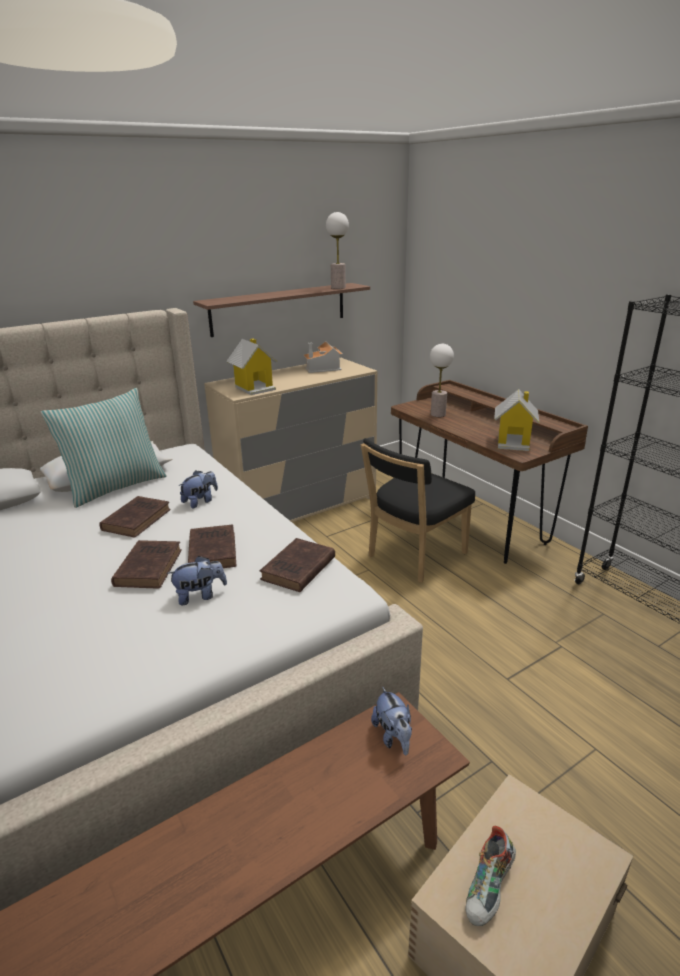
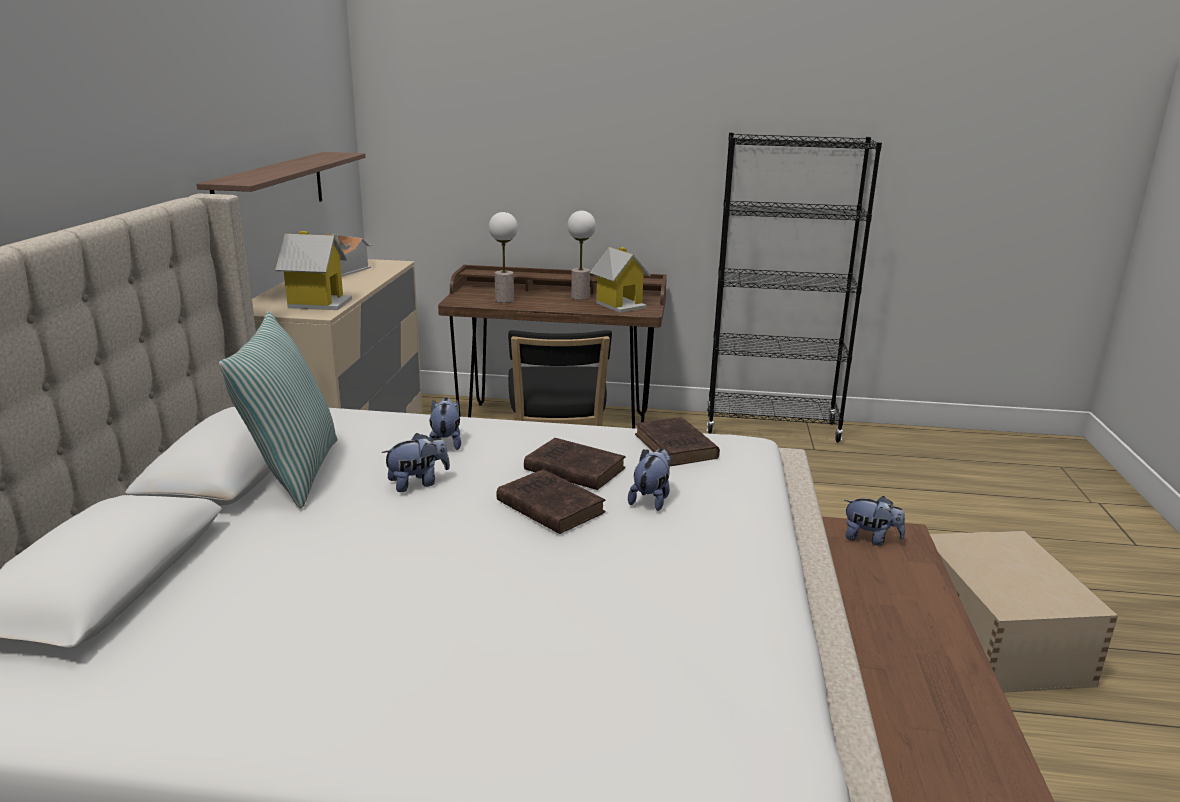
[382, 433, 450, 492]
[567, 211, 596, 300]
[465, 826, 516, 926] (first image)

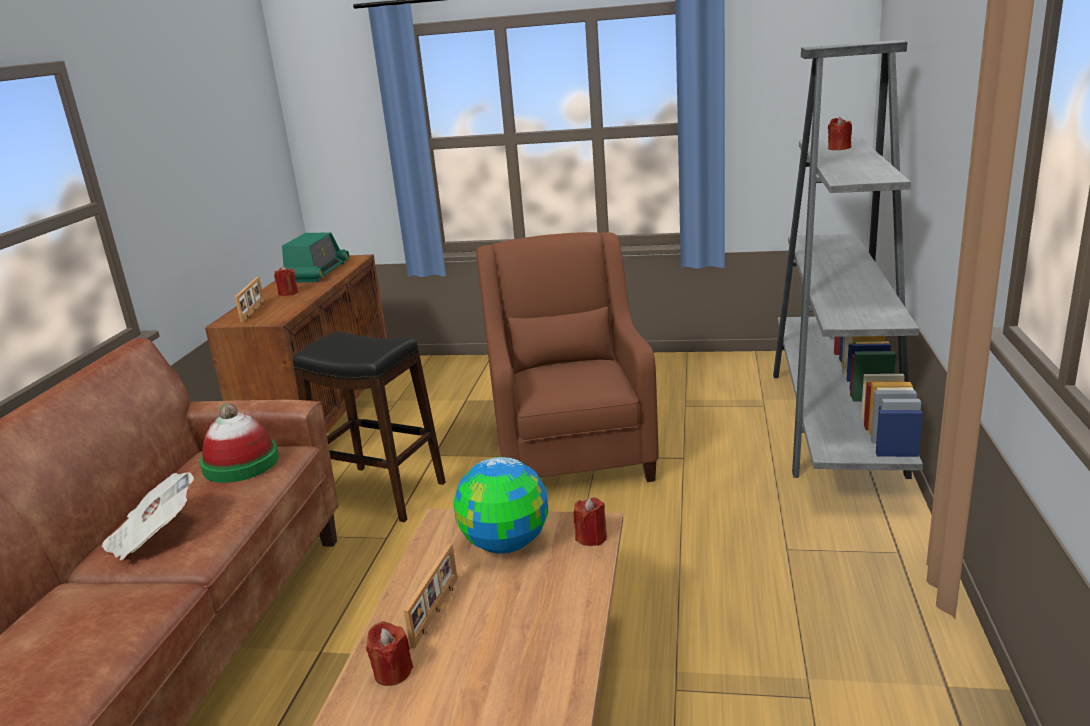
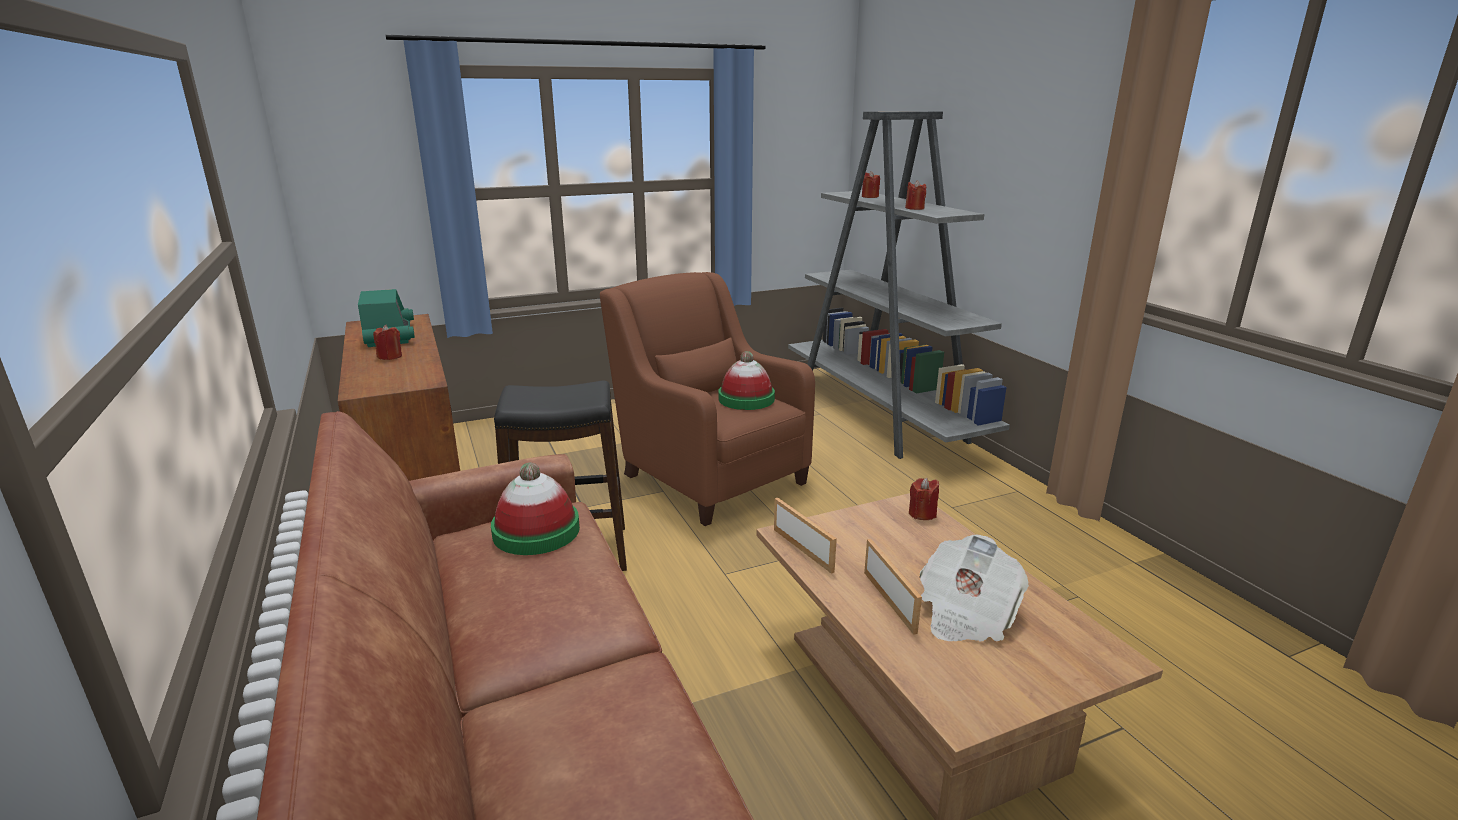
[919, 534, 1029, 642]
[774, 498, 837, 574]
[905, 180, 926, 210]
[453, 457, 548, 554] (first image)
[719, 351, 775, 410]

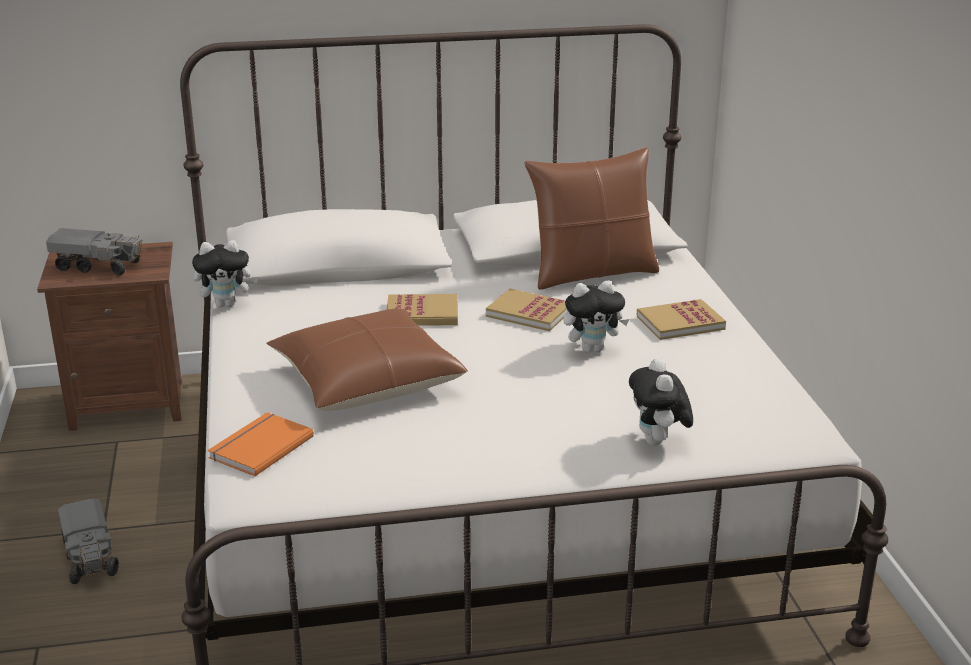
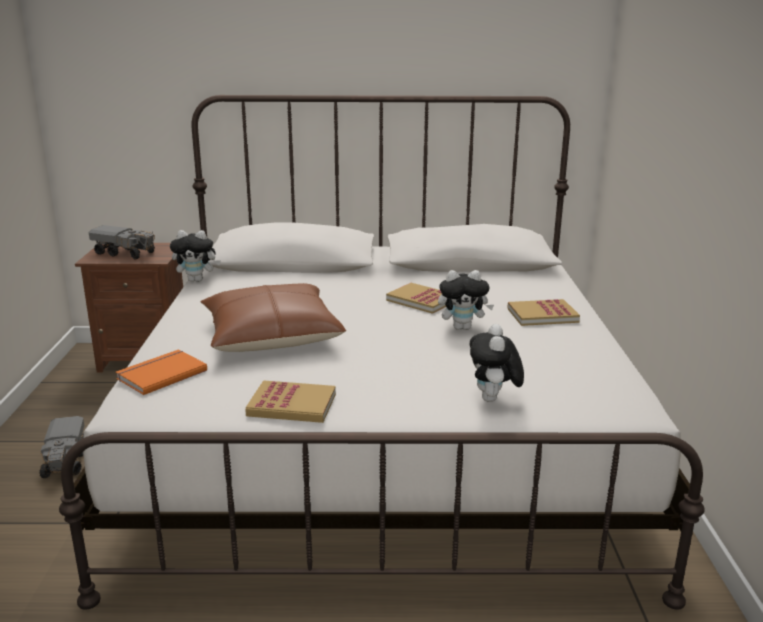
[245, 380, 336, 423]
[524, 147, 659, 290] (first image)

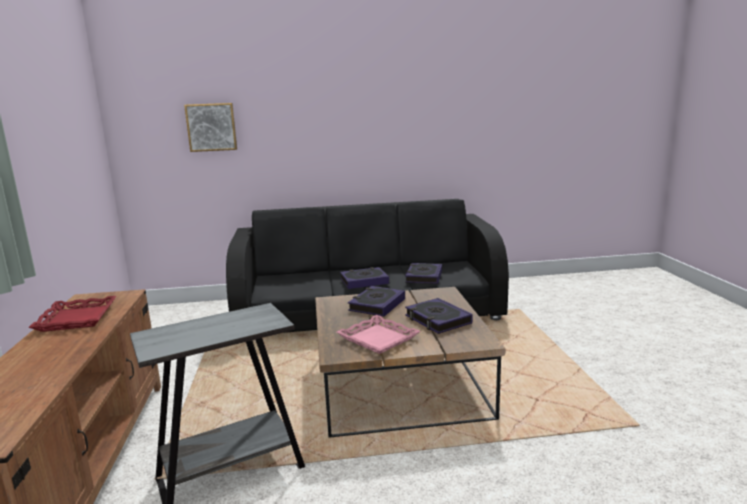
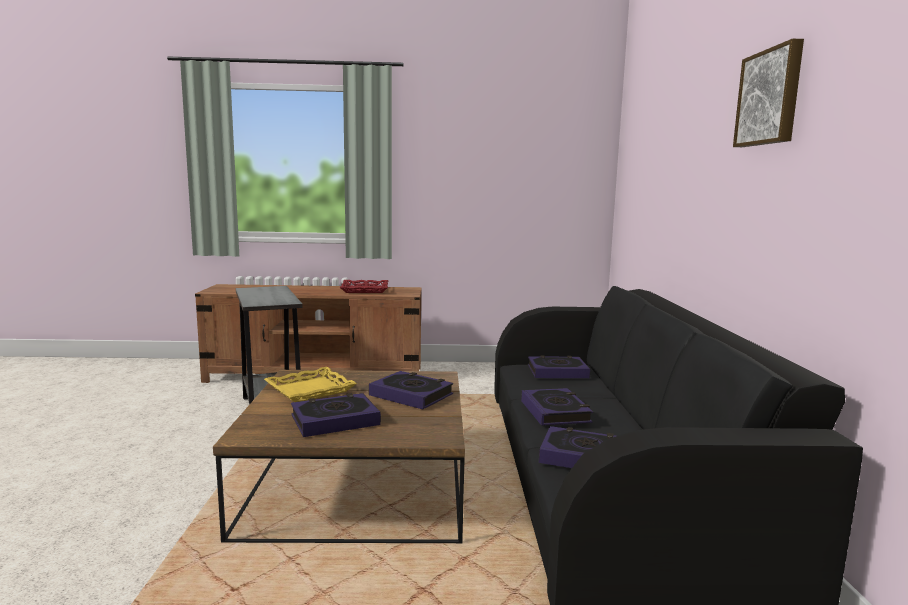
[733, 39, 804, 147]
[264, 367, 357, 402]
[528, 355, 590, 378]

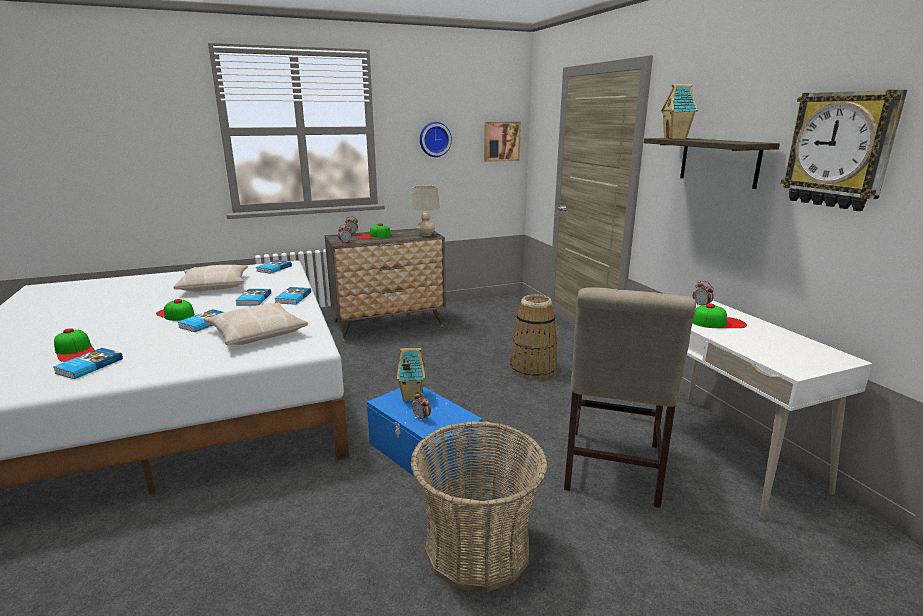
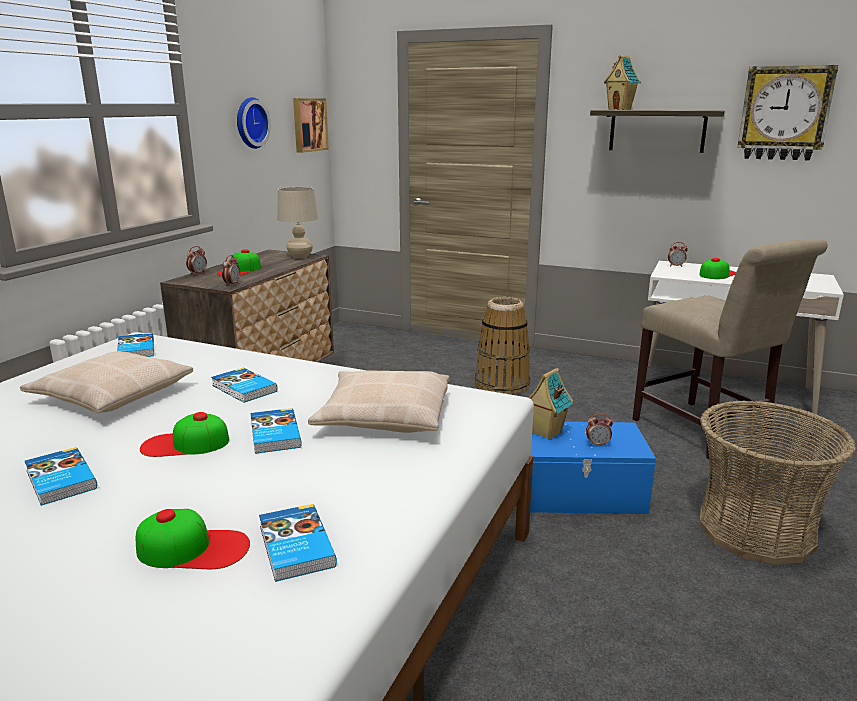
[25, 447, 97, 506]

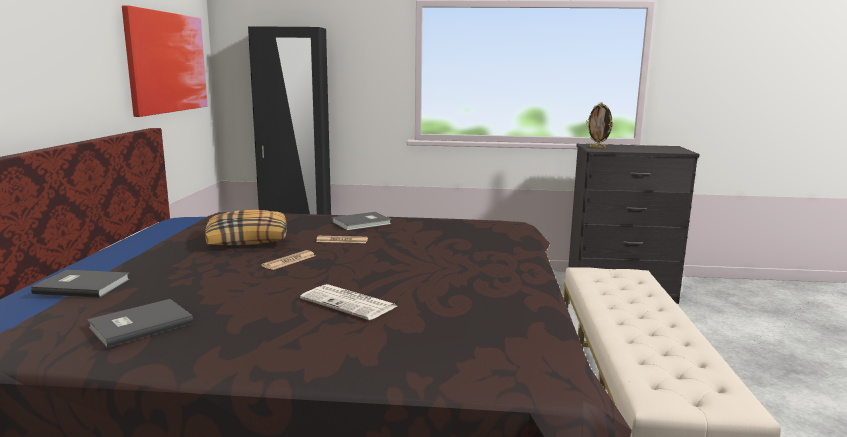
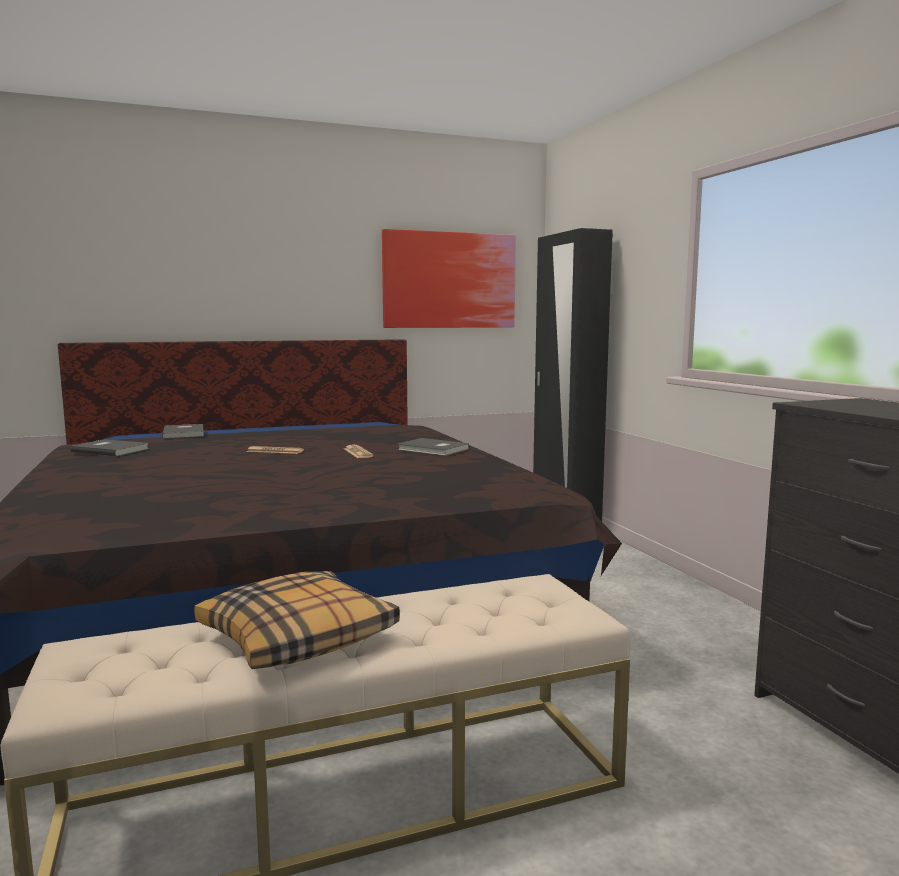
[194, 571, 400, 669]
[300, 284, 397, 320] (first image)
[586, 102, 613, 149] (first image)

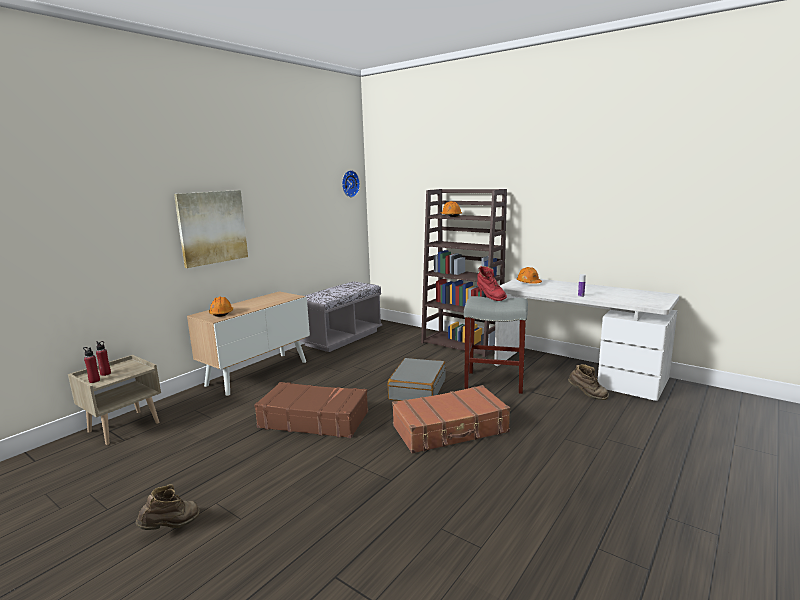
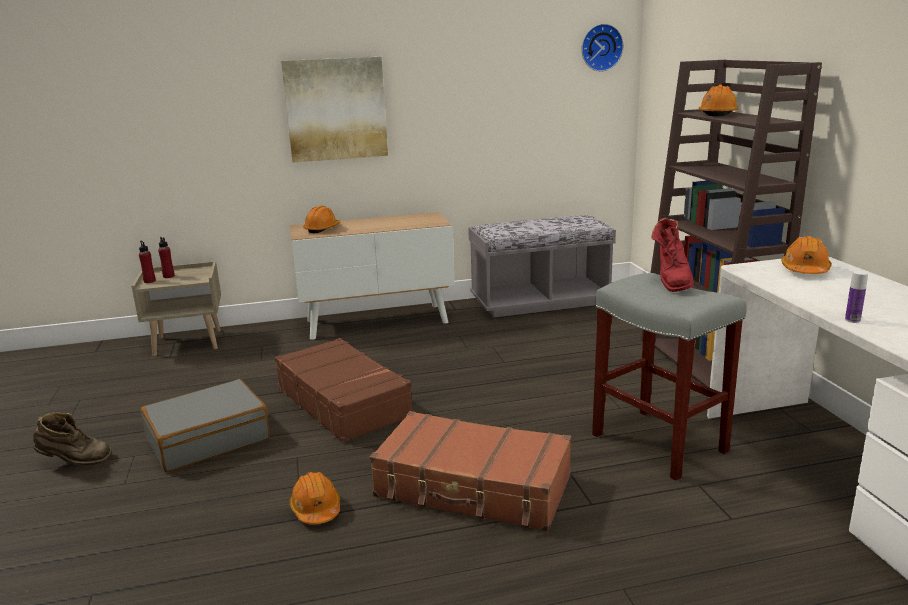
[141, 379, 270, 472]
[568, 364, 609, 400] (first image)
[290, 472, 340, 524]

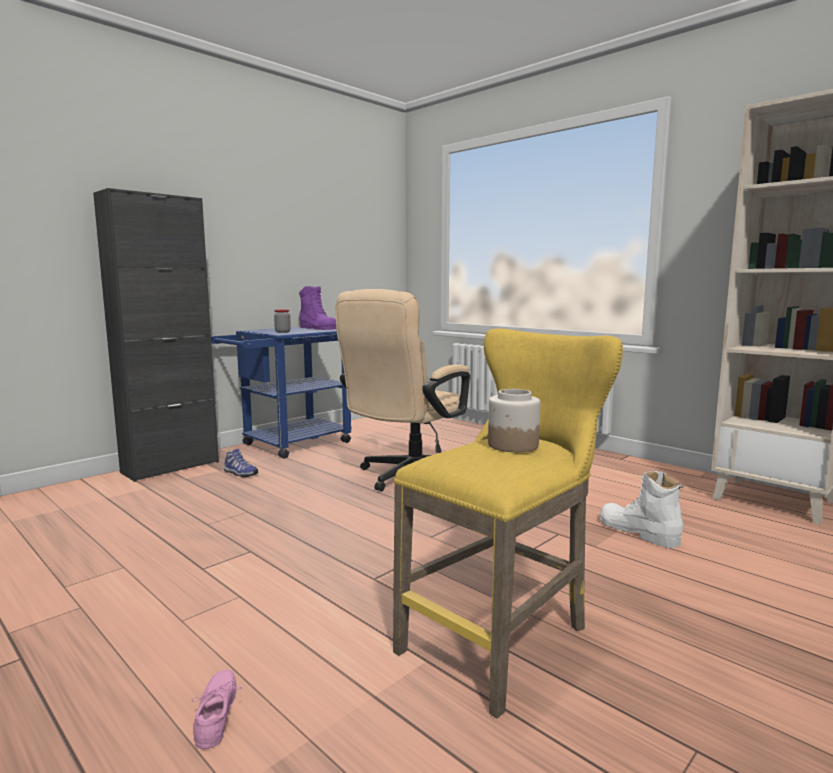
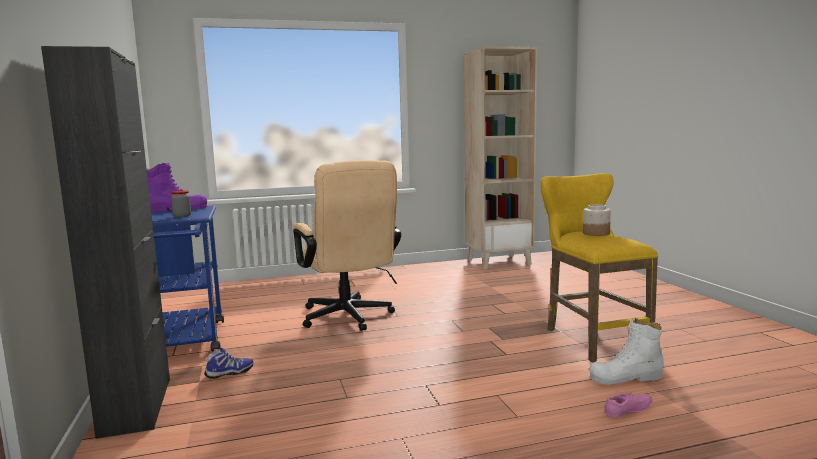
[605, 391, 653, 418]
[589, 318, 664, 385]

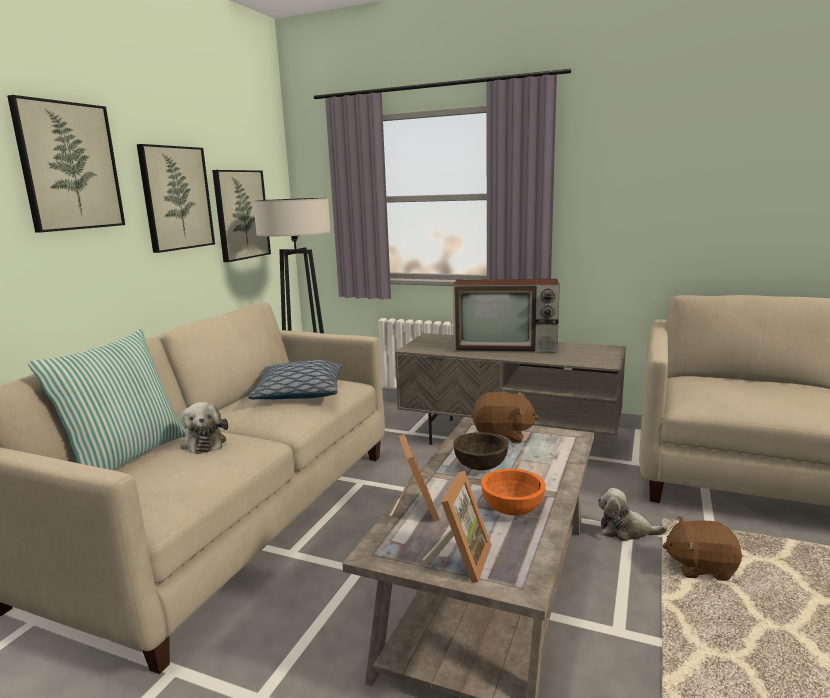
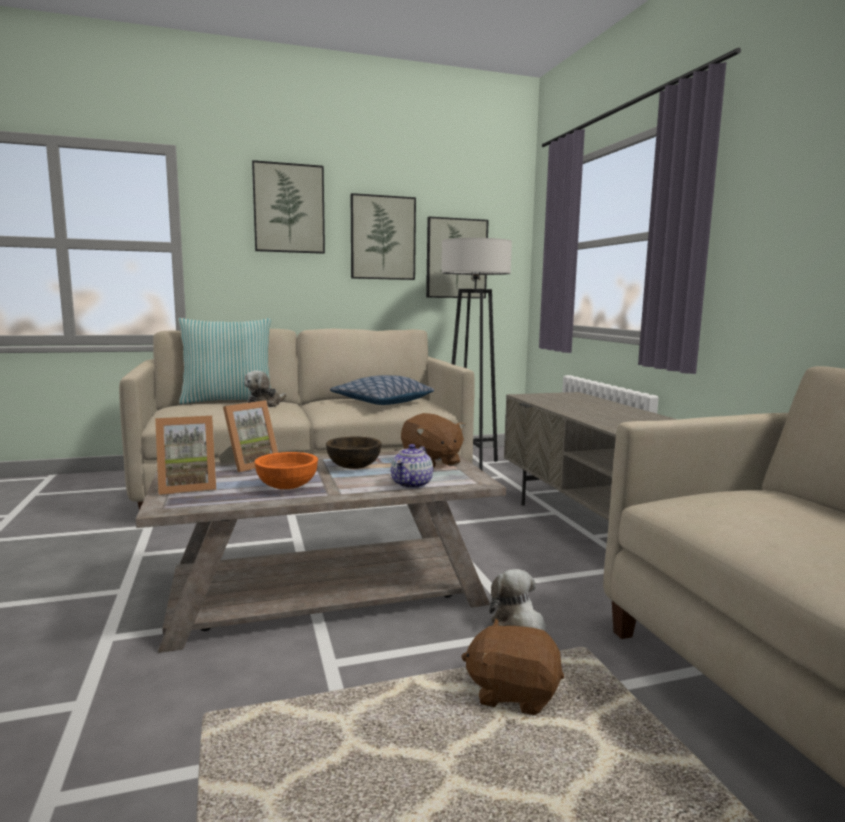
[453, 279, 560, 353] (first image)
[461, 618, 564, 715]
[391, 444, 433, 489]

